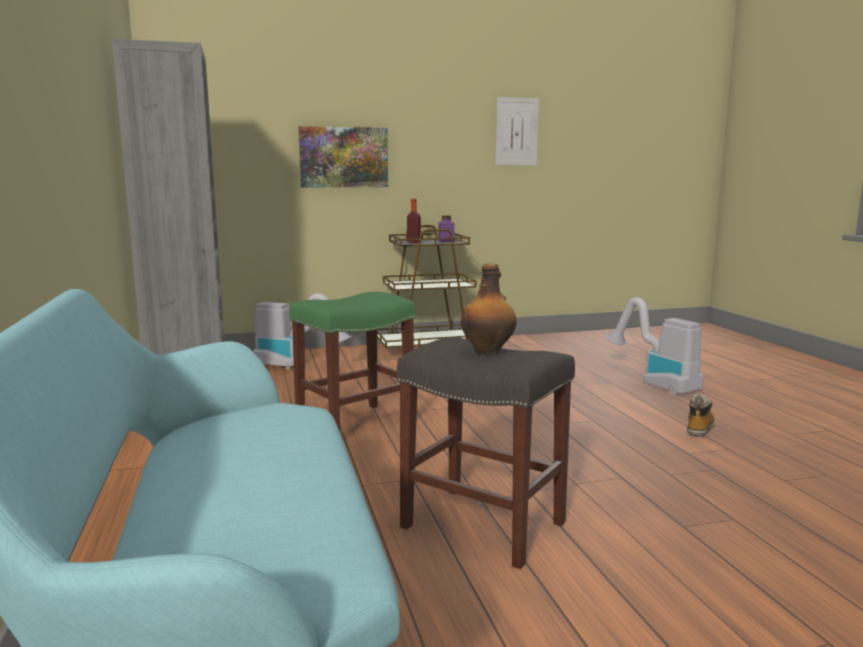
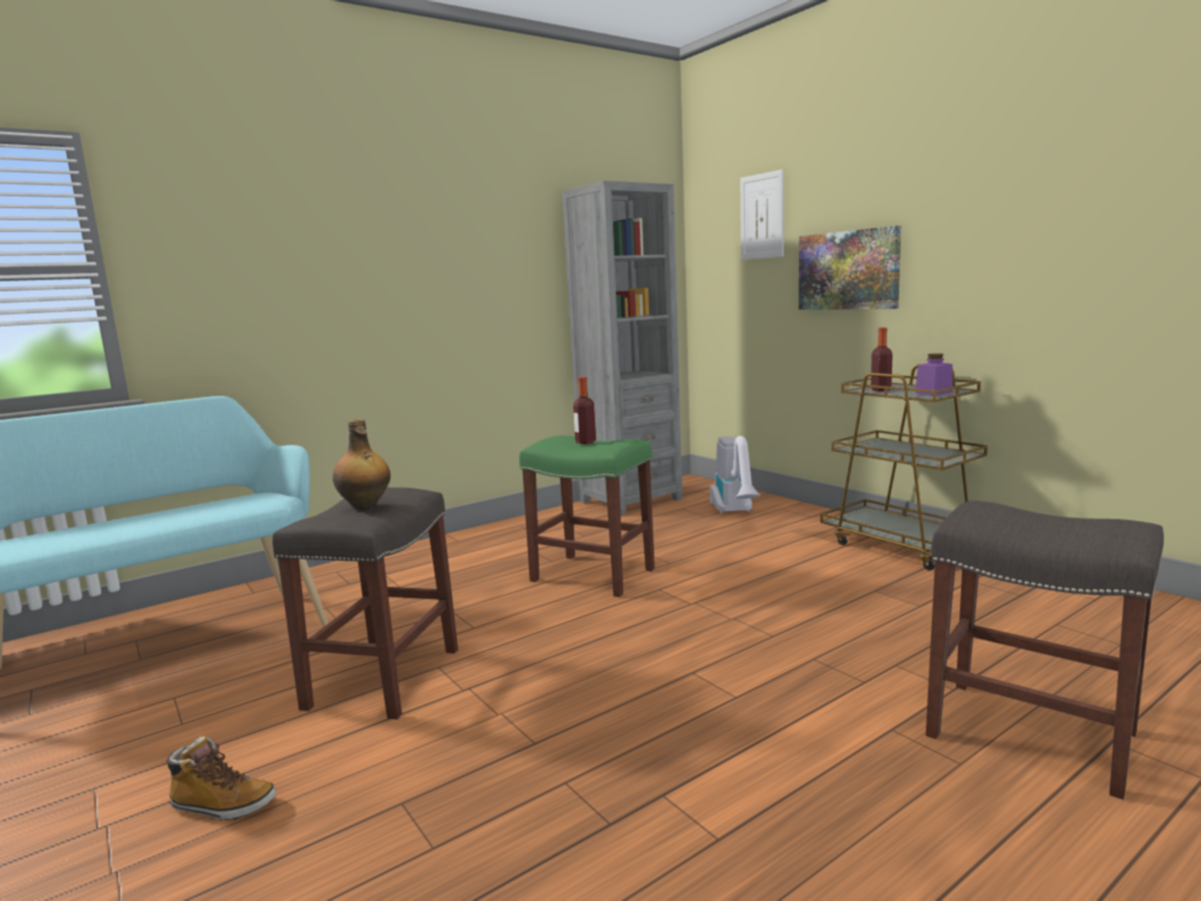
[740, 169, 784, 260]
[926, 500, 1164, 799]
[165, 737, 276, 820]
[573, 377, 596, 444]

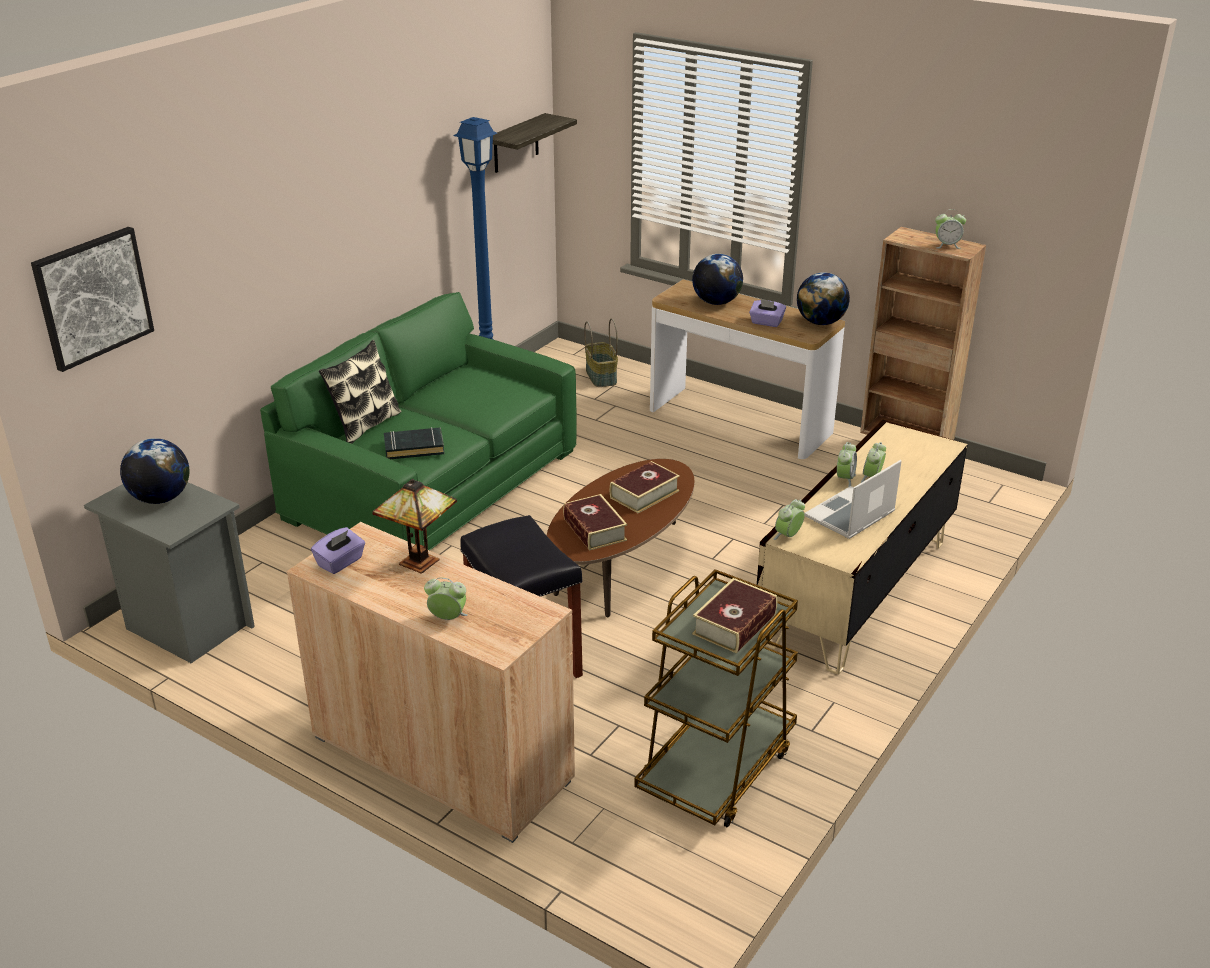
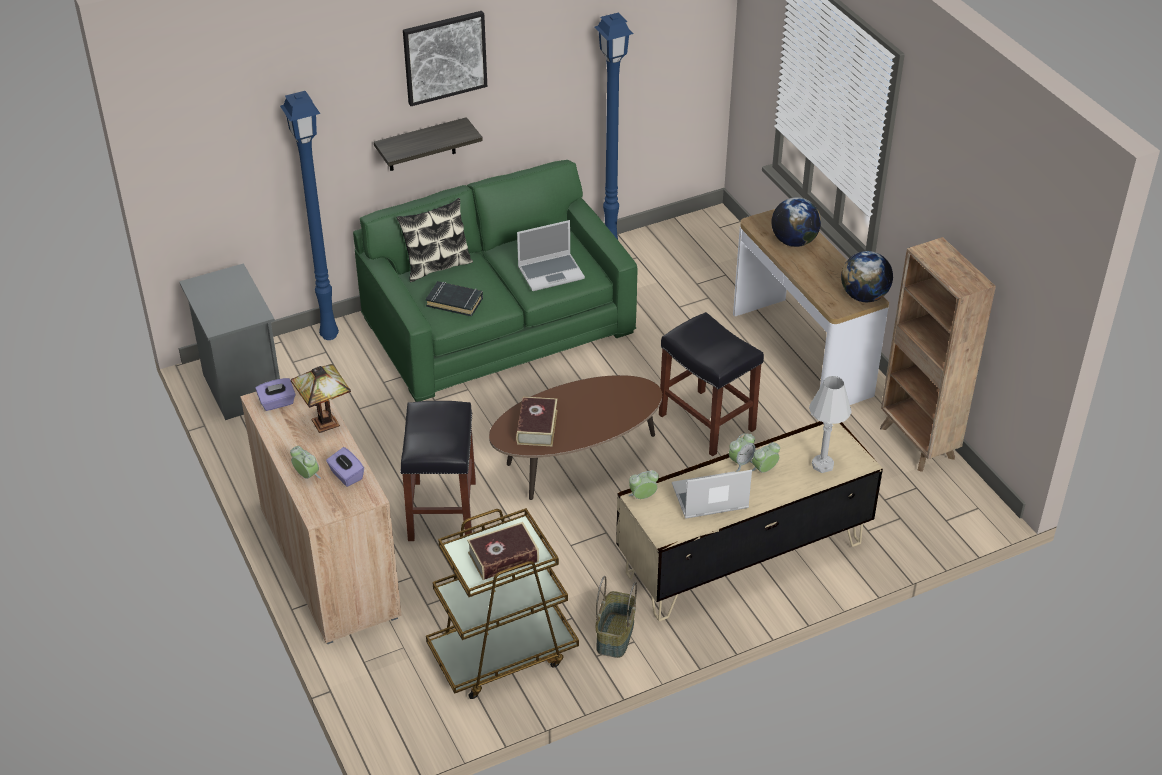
[403, 11, 487, 106]
[120, 438, 190, 504] (first image)
[374, 117, 483, 171]
[596, 576, 637, 658]
[610, 461, 680, 513] (first image)
[326, 447, 364, 487]
[935, 209, 966, 249] (first image)
[280, 91, 339, 340]
[517, 220, 585, 291]
[659, 312, 764, 457]
[809, 376, 852, 473]

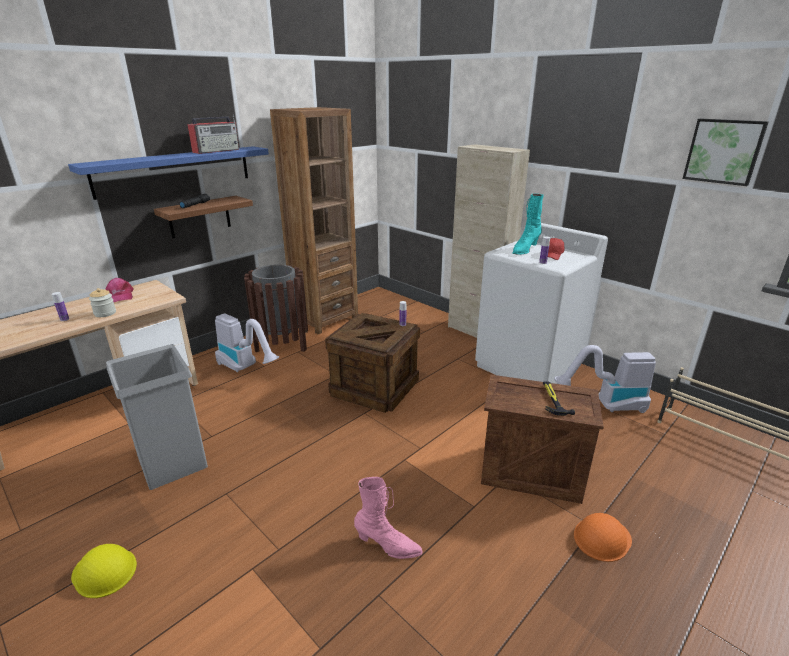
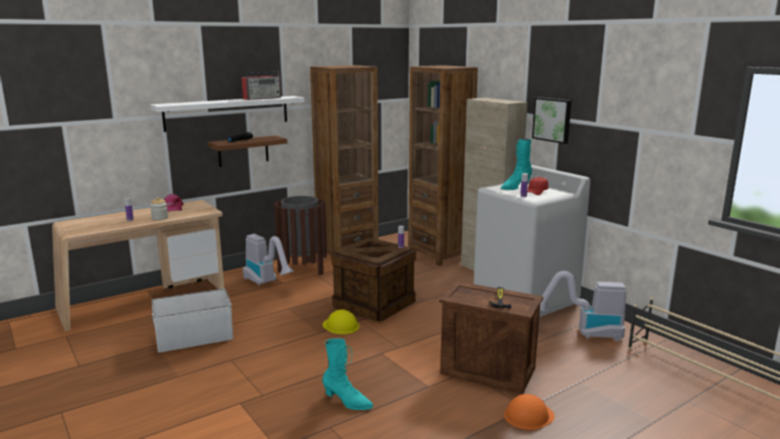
[150, 96, 305, 132]
[323, 309, 359, 334]
[151, 289, 233, 353]
[322, 338, 373, 410]
[532, 97, 571, 144]
[408, 65, 478, 266]

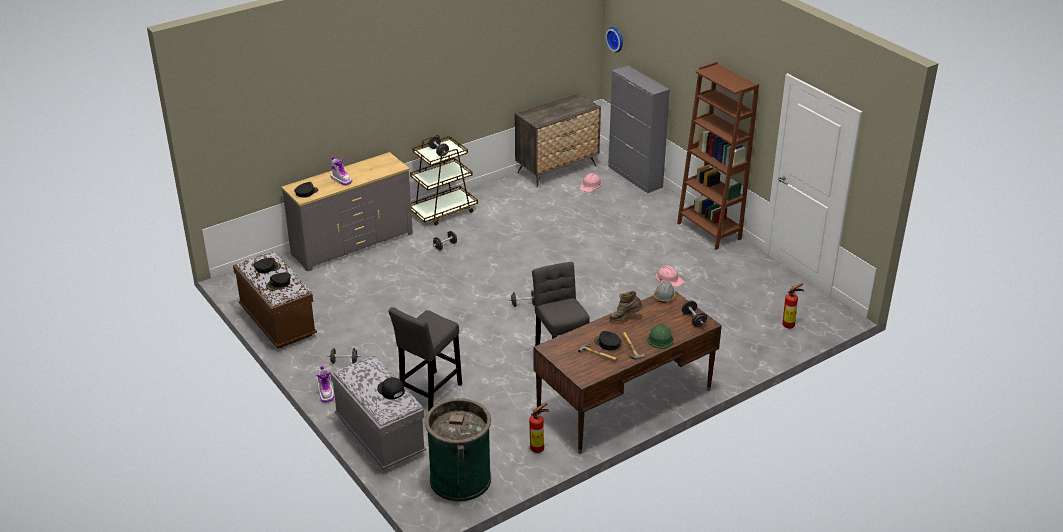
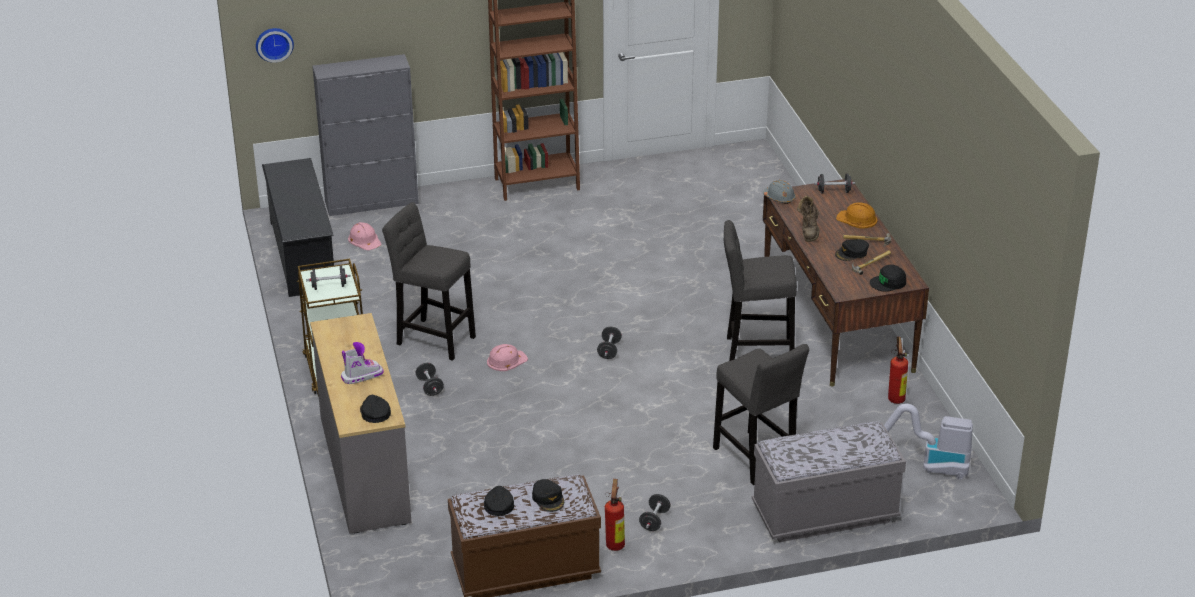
[316, 366, 334, 403] (first image)
[870, 265, 906, 292]
[884, 404, 973, 479]
[262, 158, 334, 297]
[836, 202, 877, 228]
[487, 344, 528, 371]
[605, 479, 625, 551]
[382, 202, 476, 361]

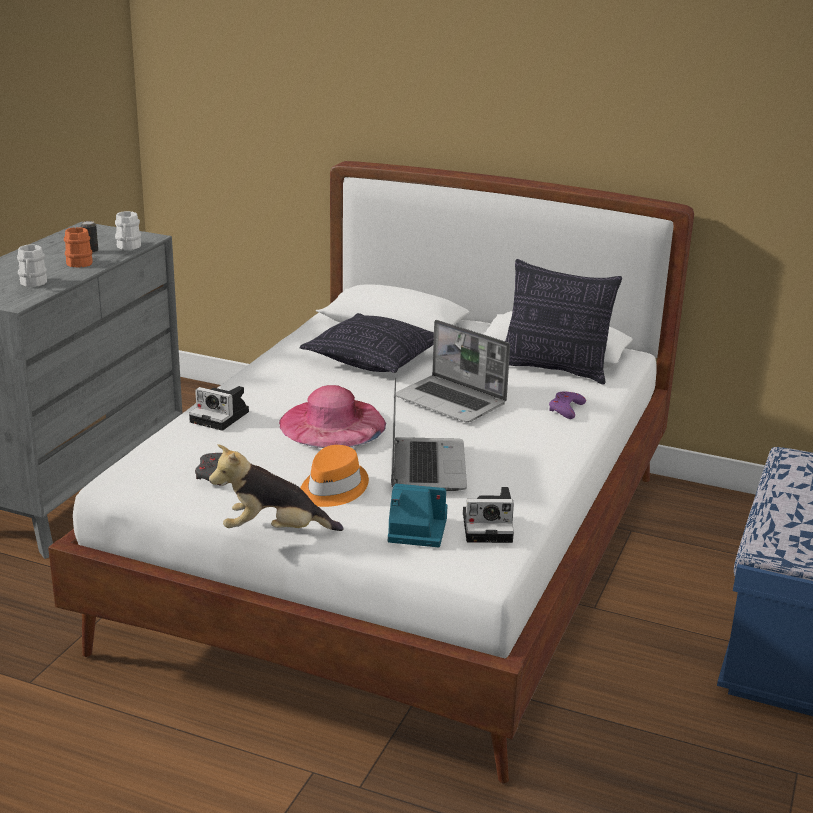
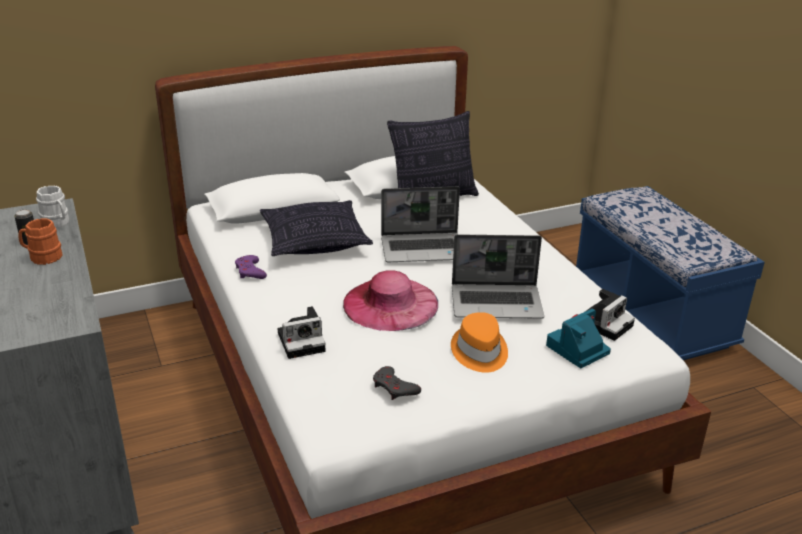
[17, 245, 47, 287] (first image)
[209, 444, 343, 531] (first image)
[452, 234, 544, 319]
[235, 255, 267, 279]

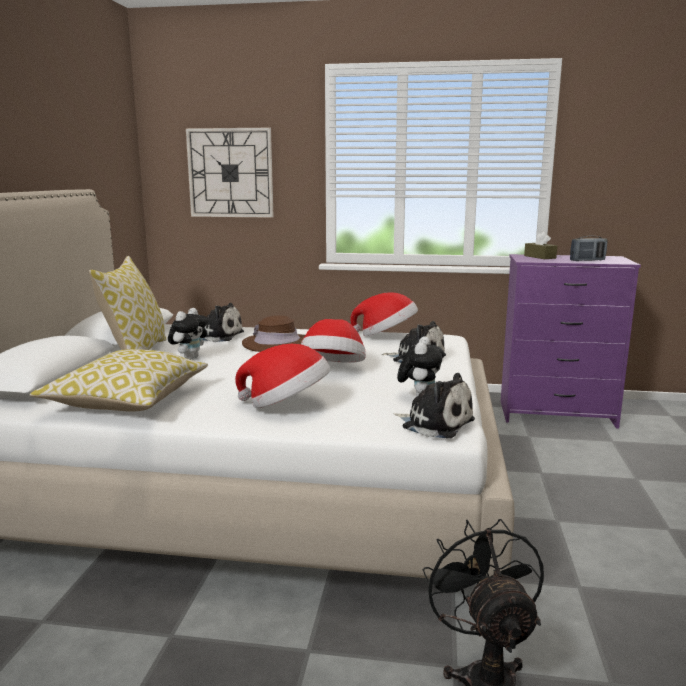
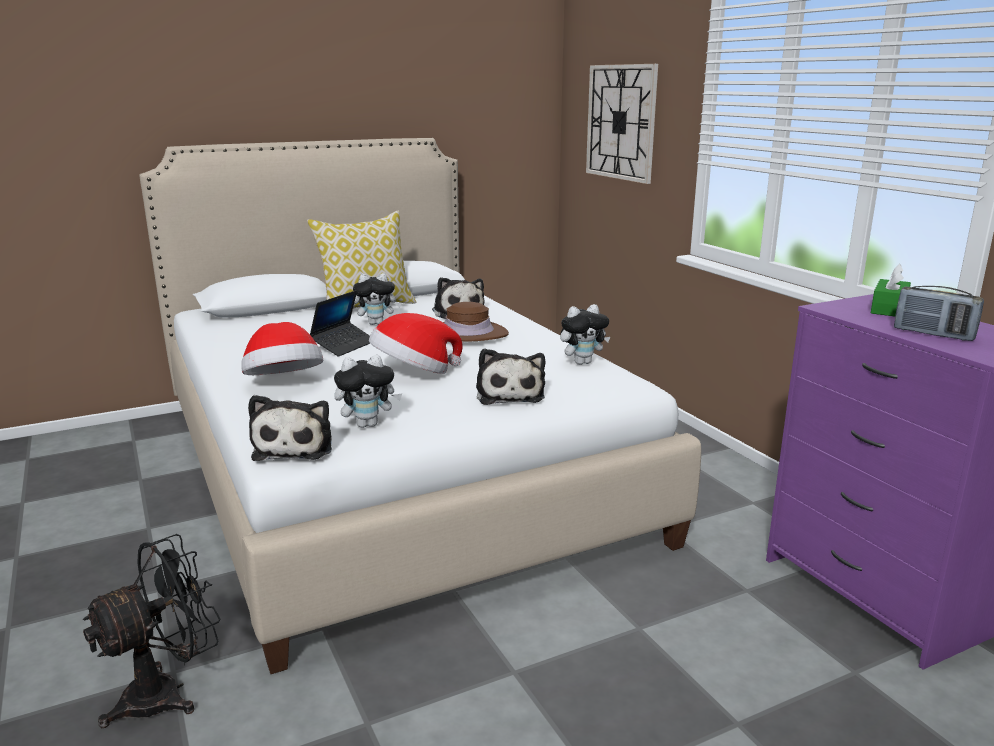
[30, 349, 208, 411] (first image)
[560, 304, 610, 365]
[871, 264, 911, 316]
[310, 290, 370, 357]

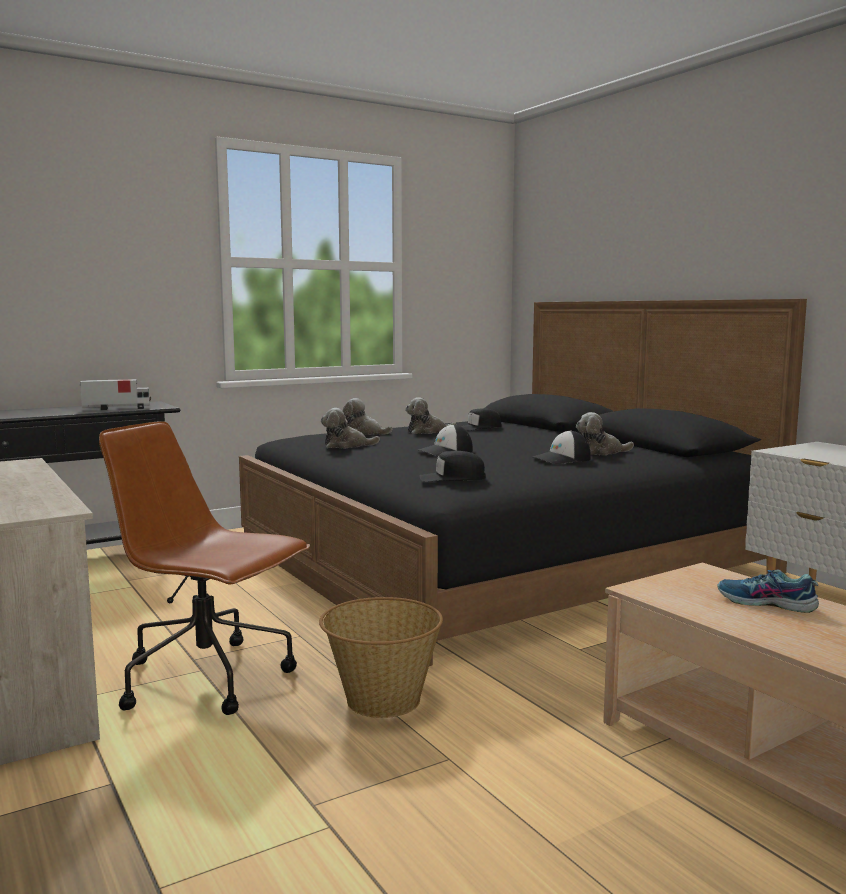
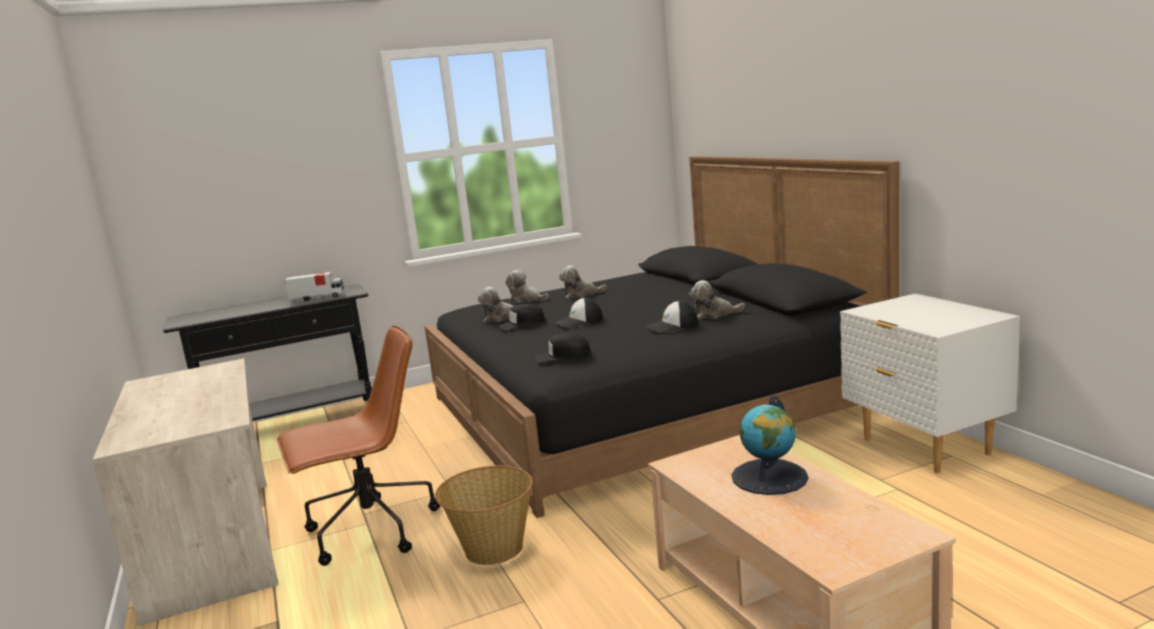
[277, 326, 440, 566]
[498, 304, 545, 331]
[731, 395, 808, 495]

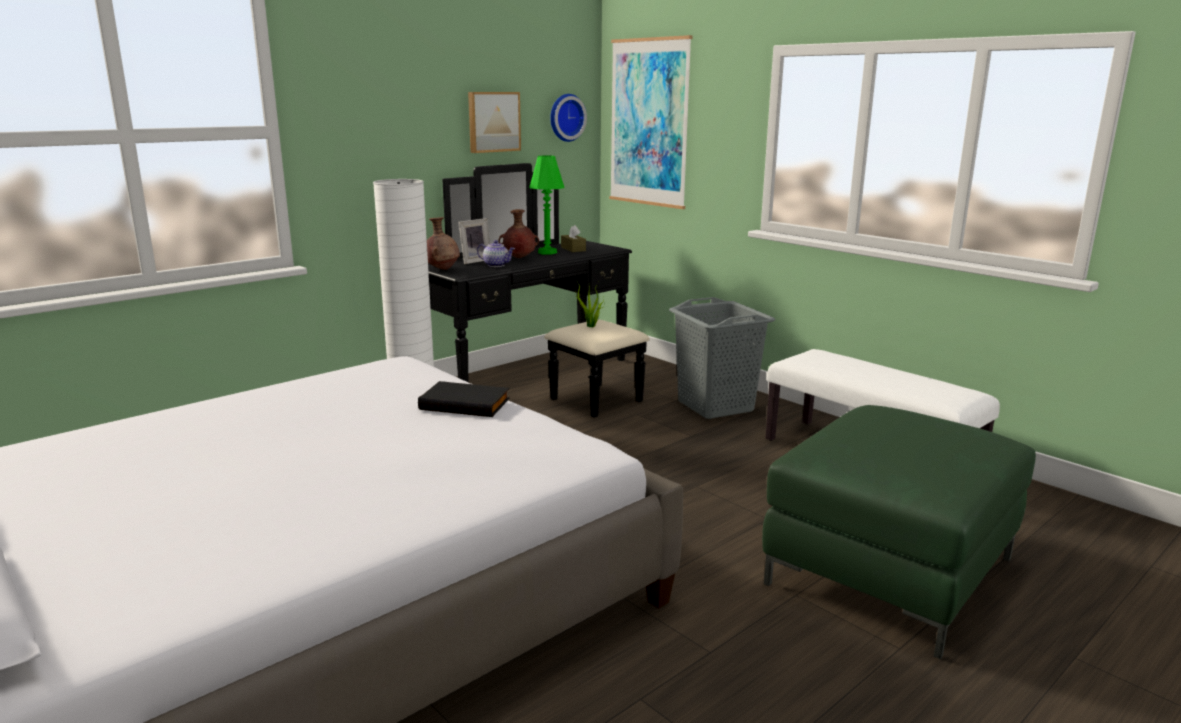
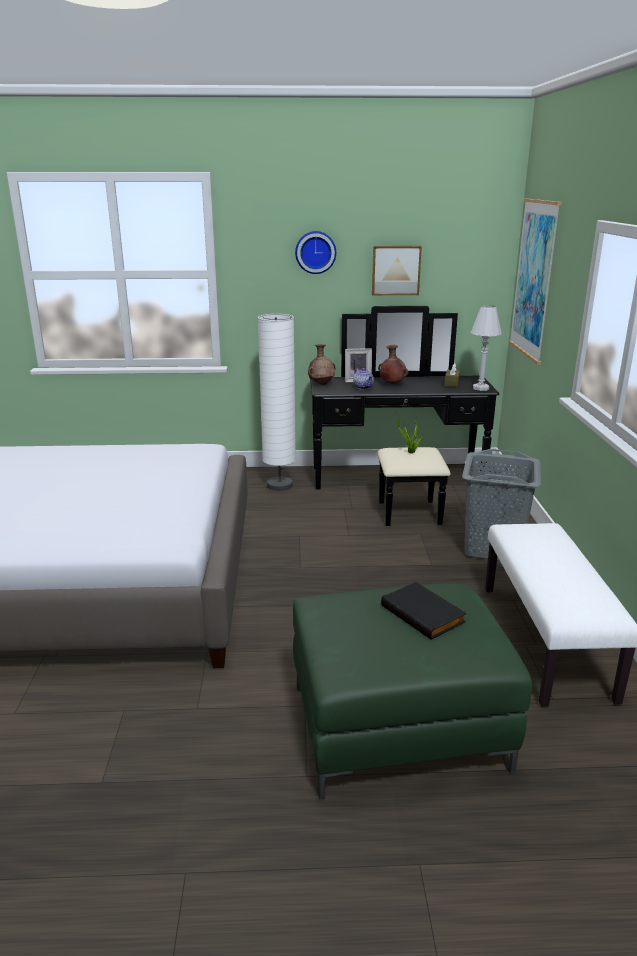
[381, 582, 466, 640]
[529, 155, 564, 255] (first image)
[295, 231, 336, 274]
[470, 305, 502, 391]

